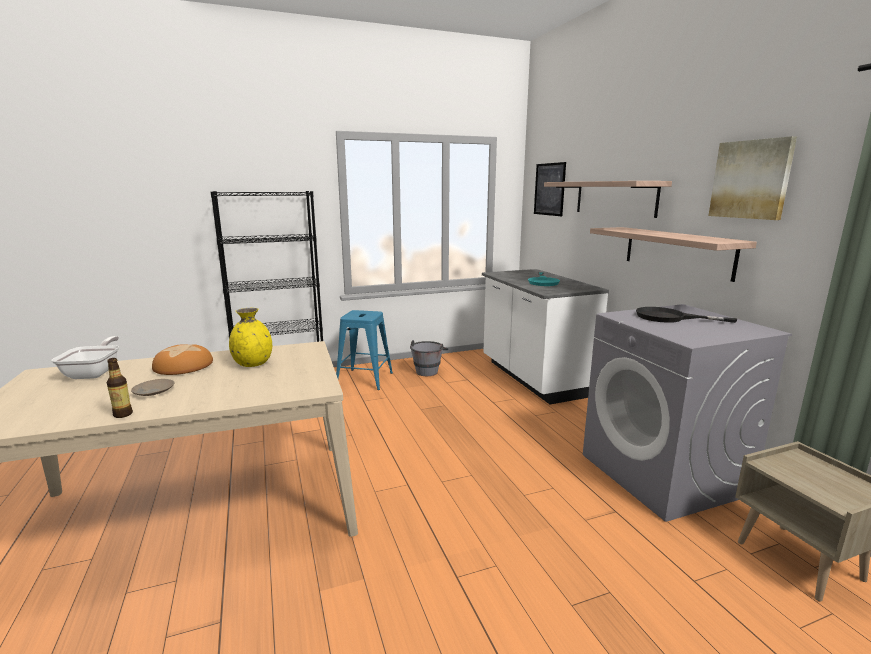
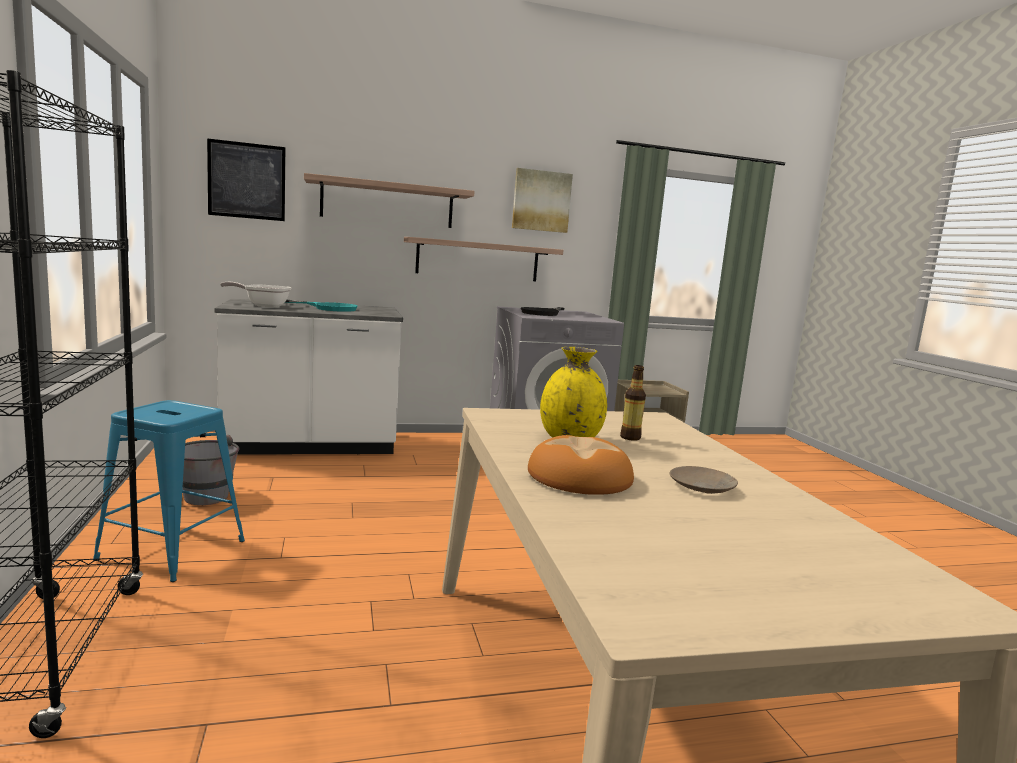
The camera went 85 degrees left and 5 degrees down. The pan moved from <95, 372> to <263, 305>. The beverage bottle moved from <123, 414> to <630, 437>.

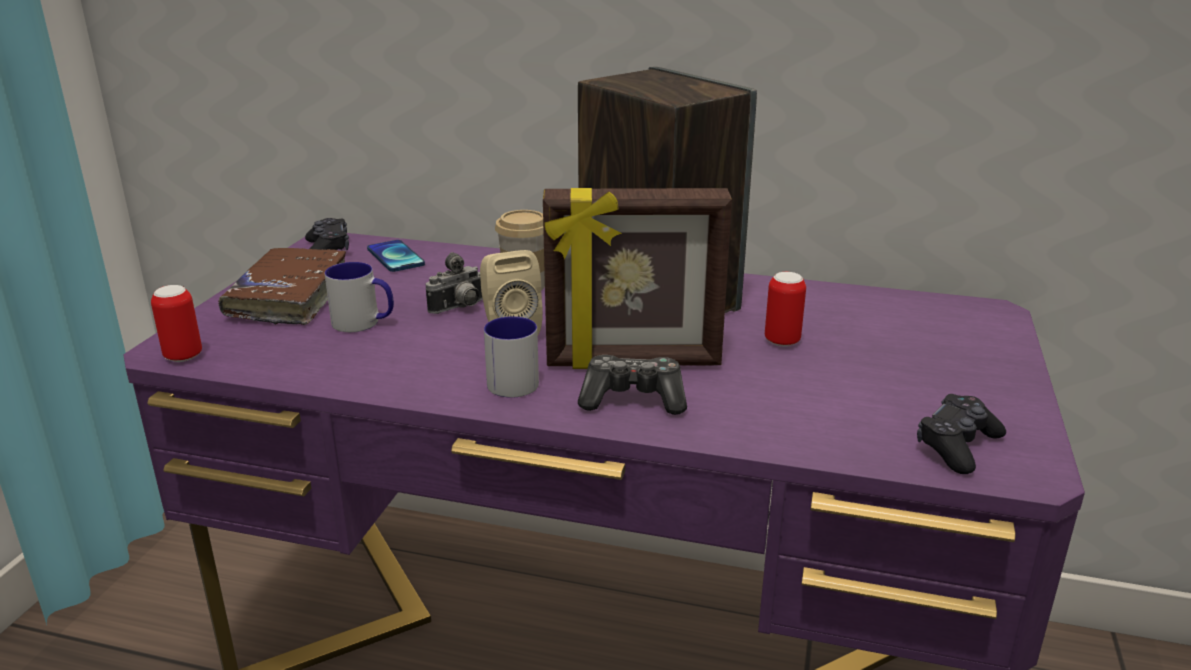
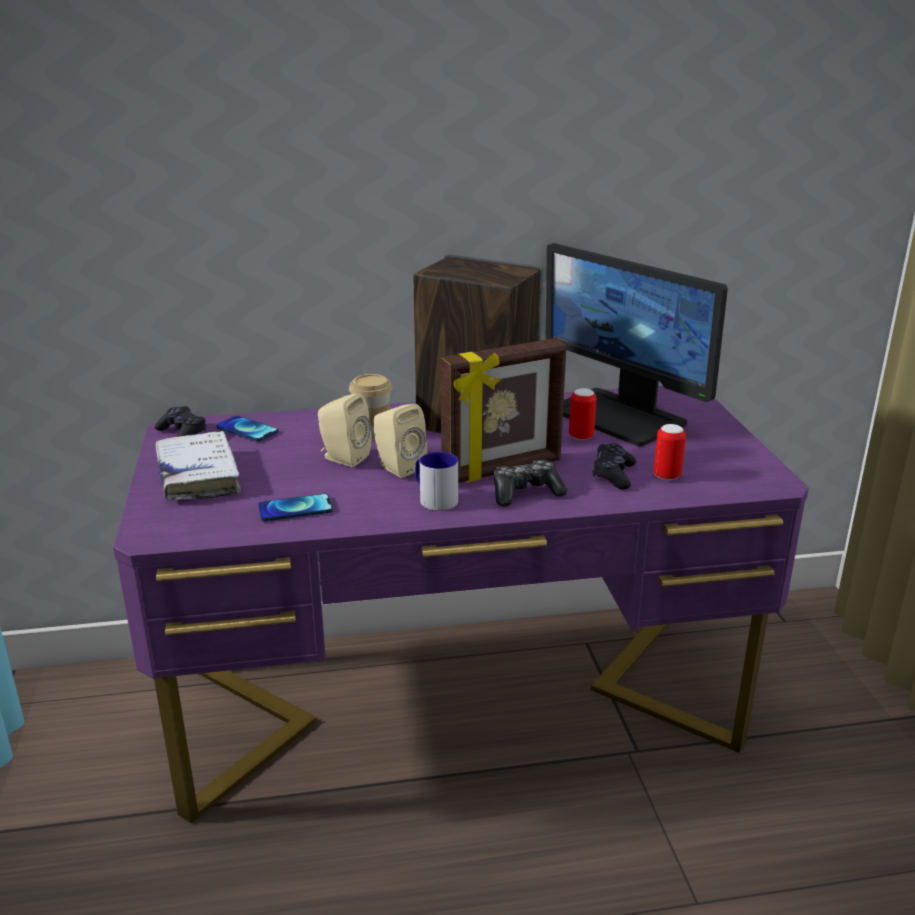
The camera went 25 degrees left and 0 degrees up. The brown book at <289, 297> became the white-coloured book at <198, 476>. The phone at <295, 509> appeared. The photo camera at <460, 308> was replaced by the sand-coloured speaker at <343, 458>. The computer display at <619, 416> appeared. The black gamepad moved from <957, 446> to <613, 475>. The sealed can moved from <183, 356> to <667, 476>. The mug at <364, 323> disappeared.

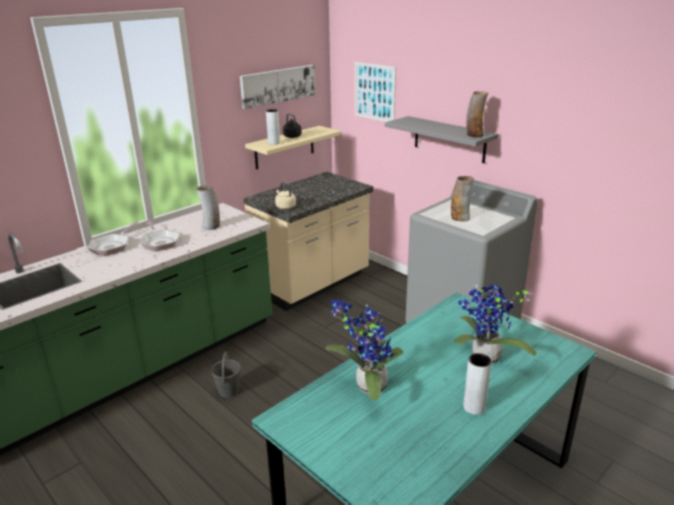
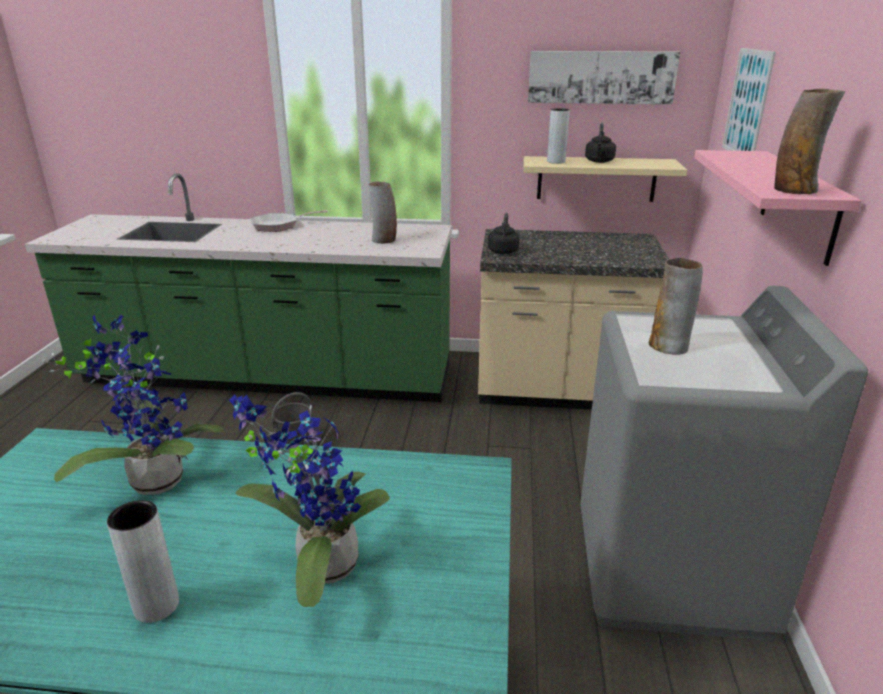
The camera went 50 degrees right and 0 degrees up. The sand-coloured kettle at <285, 207> became the black kettle at <503, 251>. The grey bracket shelf at <449, 139> became the pinkish bracket shelf at <799, 204>. The pan at <159, 242> disappeared.

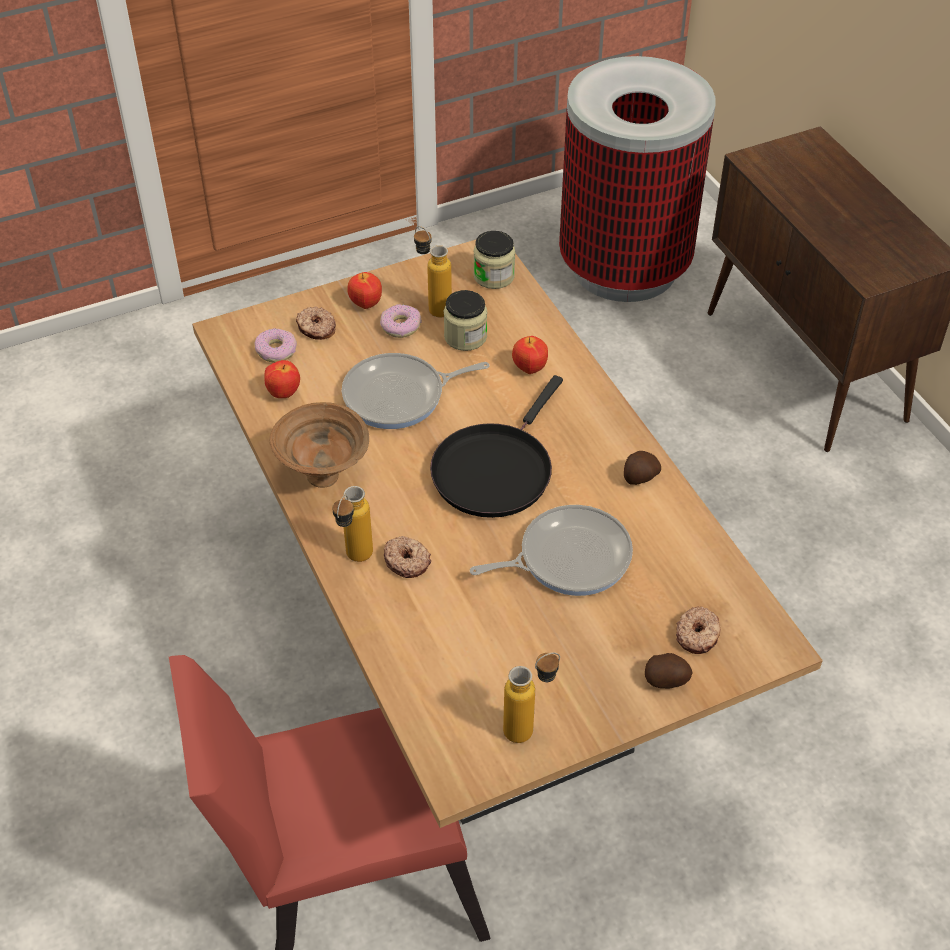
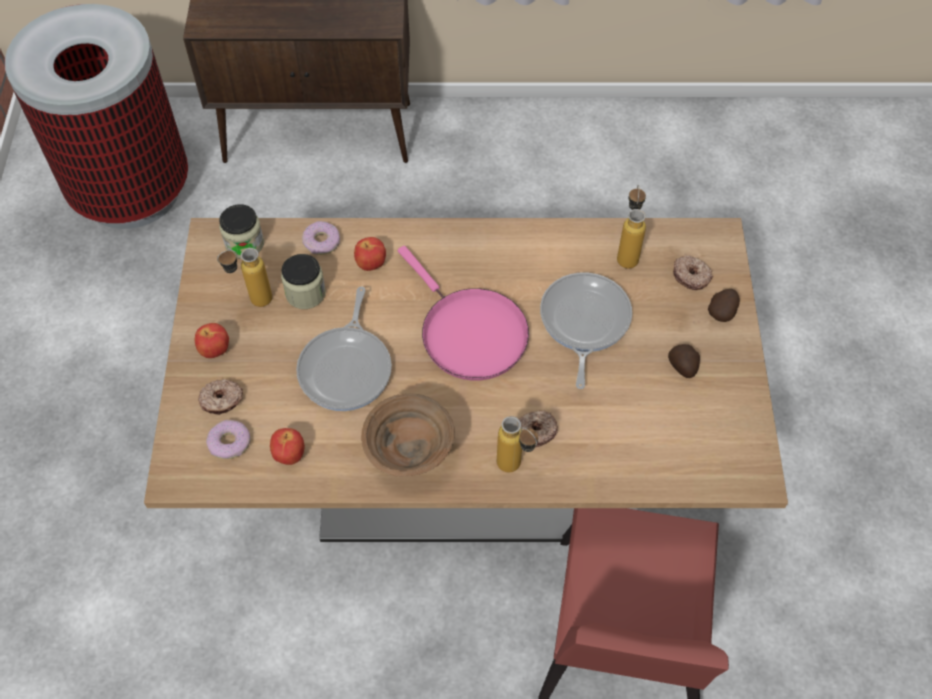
The camera went 65 degrees left and 10 degrees up. The donut moved from <400, 326> to <321, 242>. The black pan at <495, 470> became the pinkish pan at <469, 333>. The beverage bottle moved from <529, 727> to <627, 253>. The spud moved from <639, 477> to <683, 367>.

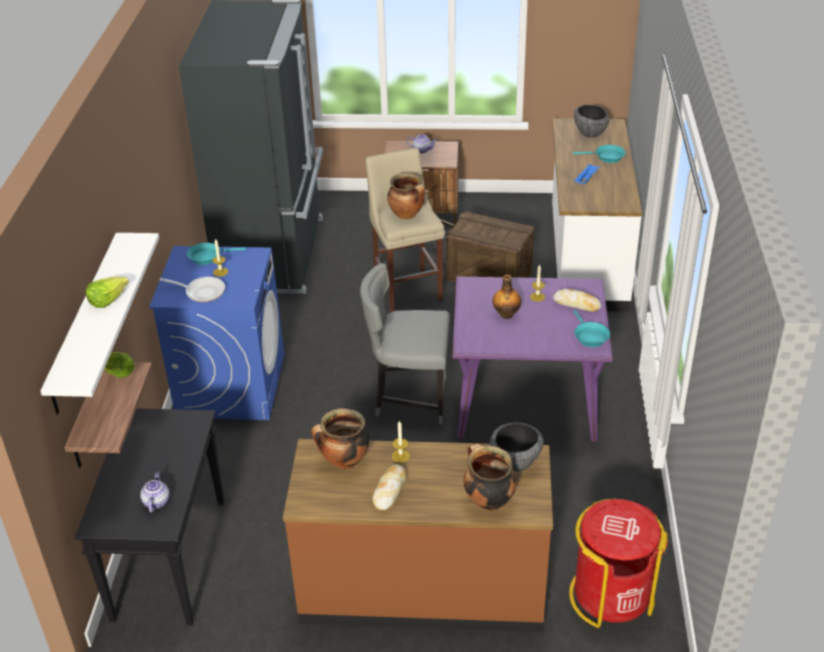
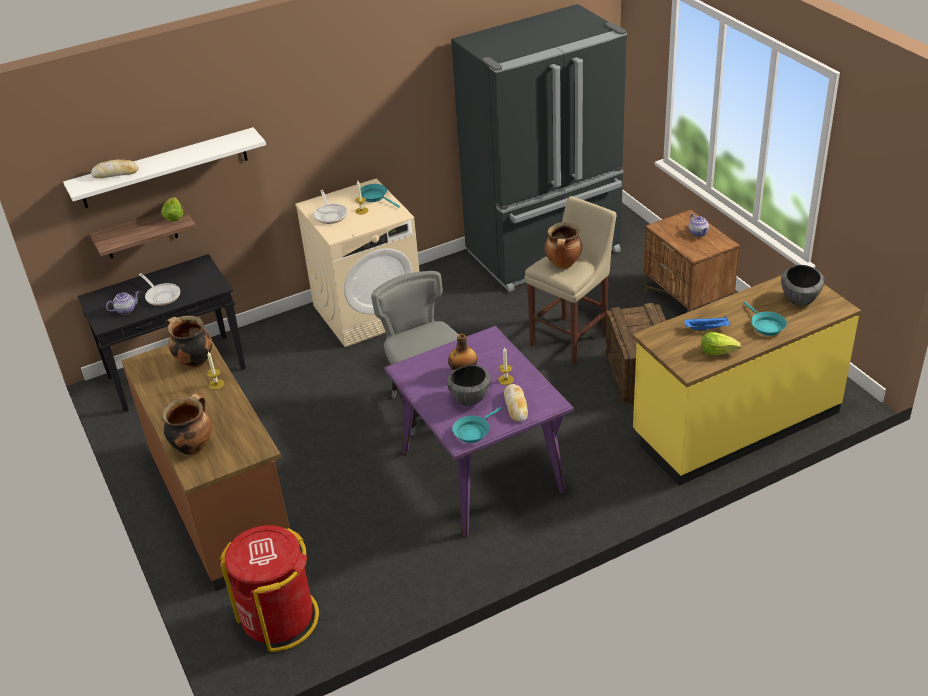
The camera went 60 degrees right and 0 degrees up. The bread moved from <390, 490> to <116, 173>. The pan at <162, 295> appeared. The bluish laundry appliance at <231, 385> became the sand-coloured laundry appliance at <368, 311>. The bowl moved from <515, 463> to <469, 399>. The white-coloured kitchen counter at <585, 259> became the yellowish kitchen counter at <735, 424>. The head of lettuce moved from <107, 300> to <718, 351>.

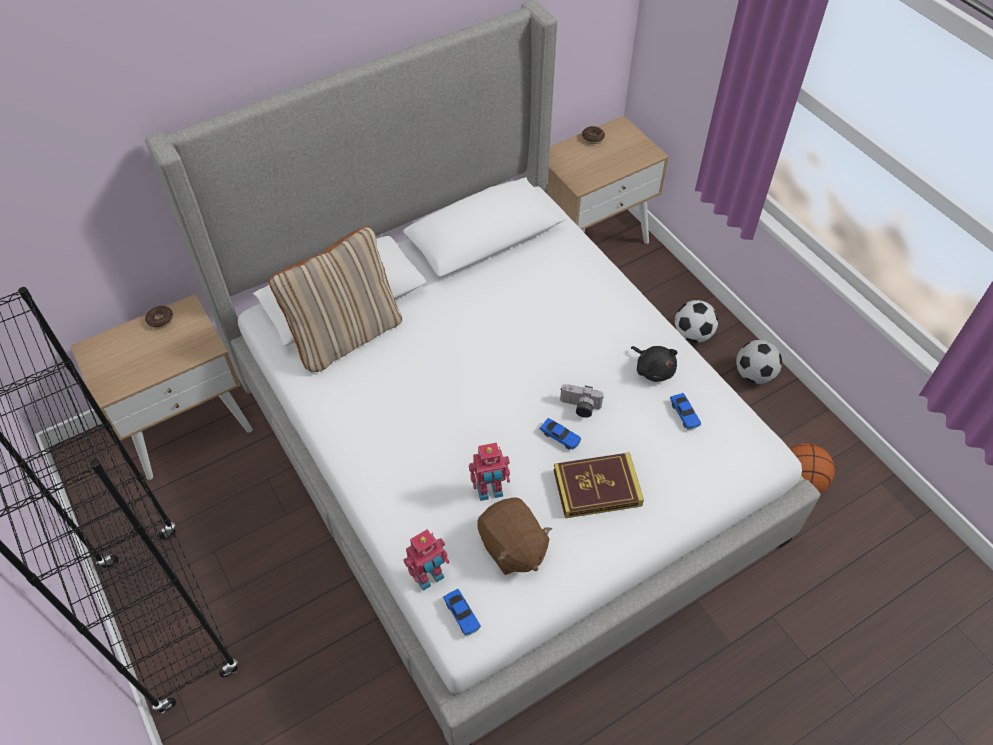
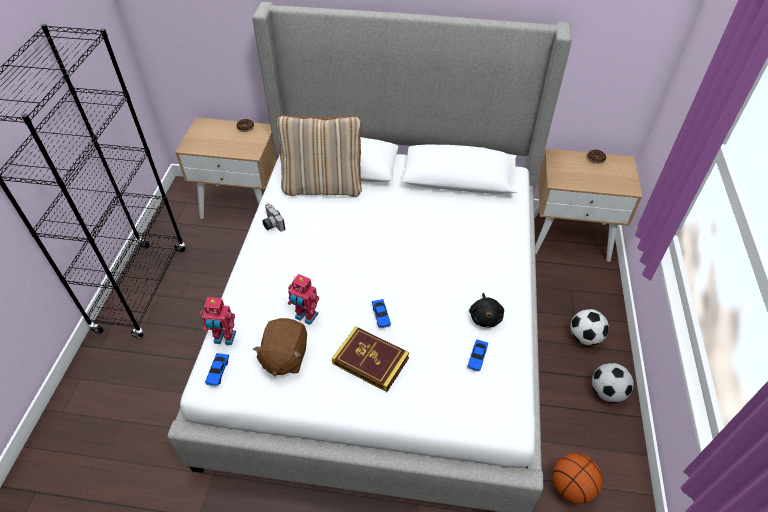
The camera went 40 degrees right and 5 degrees down. The photo camera moved from <579, 407> to <271, 224>.

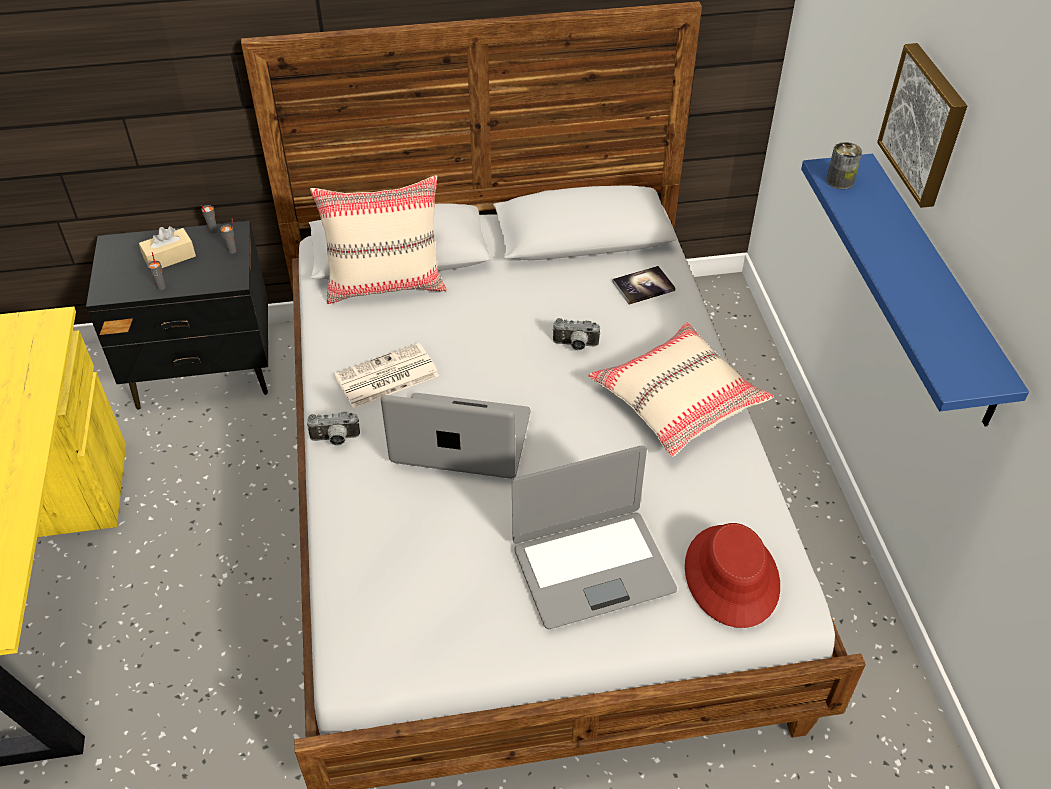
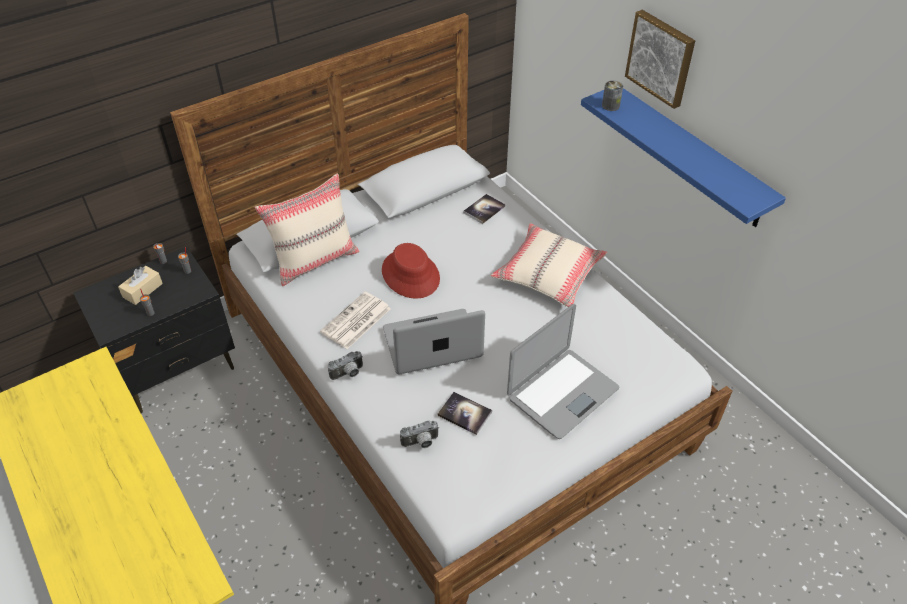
The camera went 25 degrees left and 0 degrees up. The reddish wearable hat moved from <732, 576> to <411, 274>. The photo camera moved from <575, 345> to <421, 443>. The book at <464, 414> appeared.

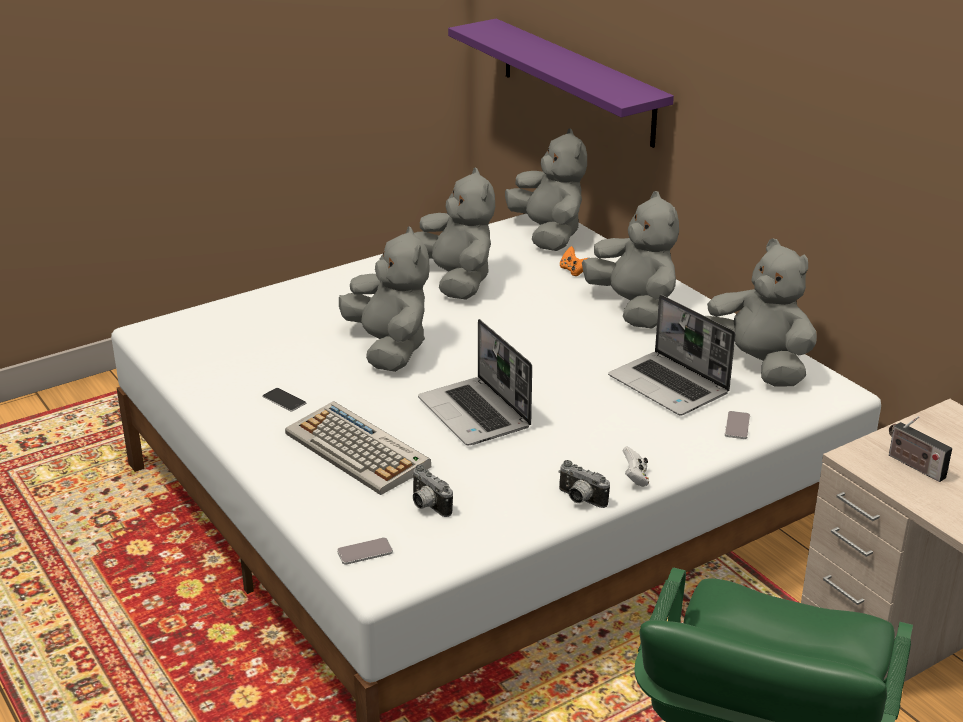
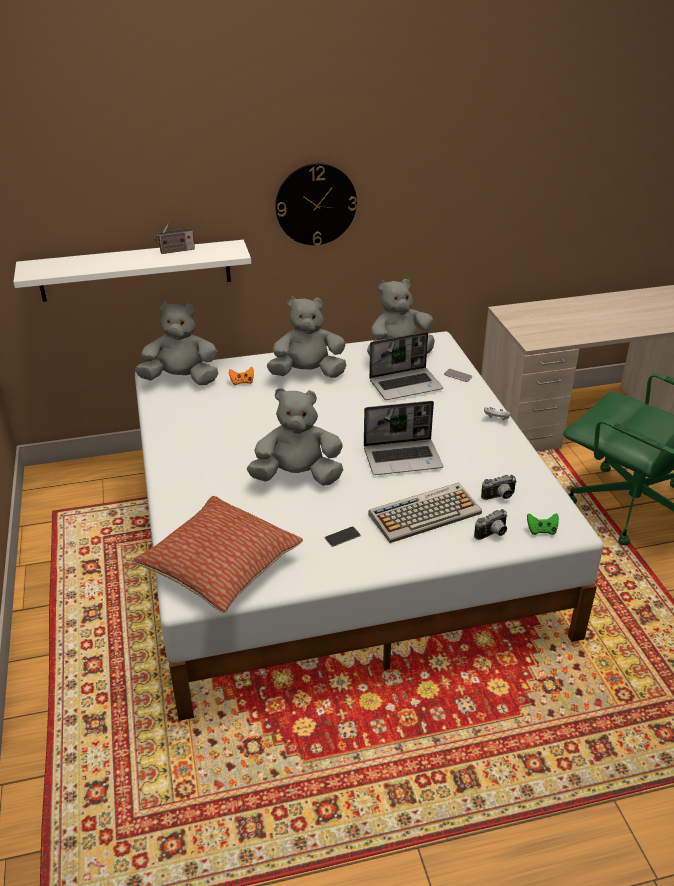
The camera went 70 degrees left and 5 degrees up. The purplish bracket shelf at <577, 81> became the white-coloured bracket shelf at <135, 270>. The pillow at <220, 566> appeared. The radio receiver moved from <913, 465> to <176, 251>. The hanging clock at <316, 204> appeared. The photo camera moved from <579, 500> to <493, 534>. The phone at <365, 552> was replaced by the green-coloured gamepad at <541, 530>. The grey soft toy at <456, 281> disappeared.

